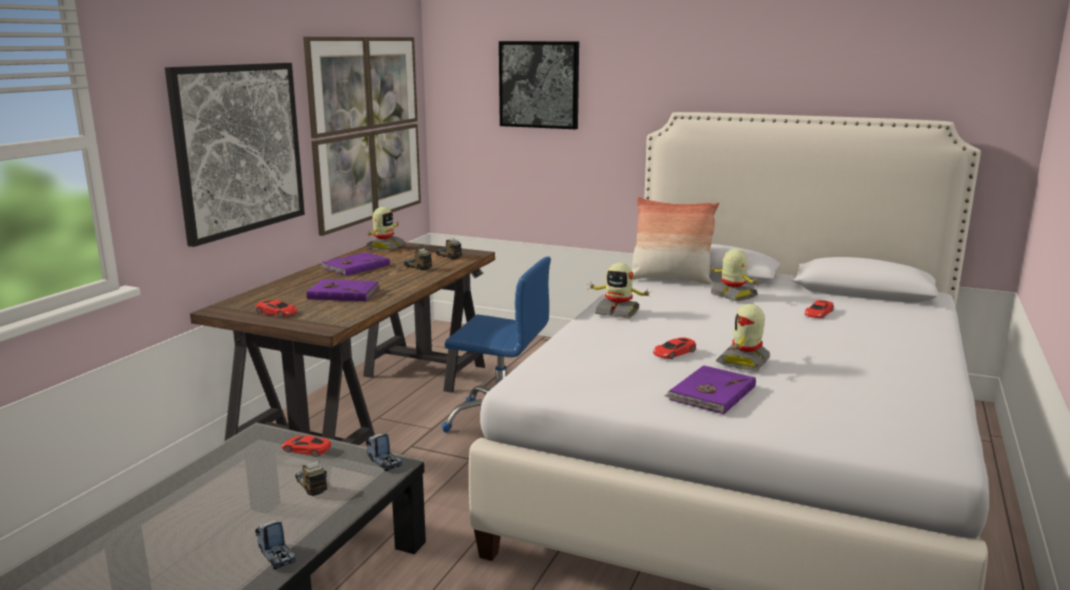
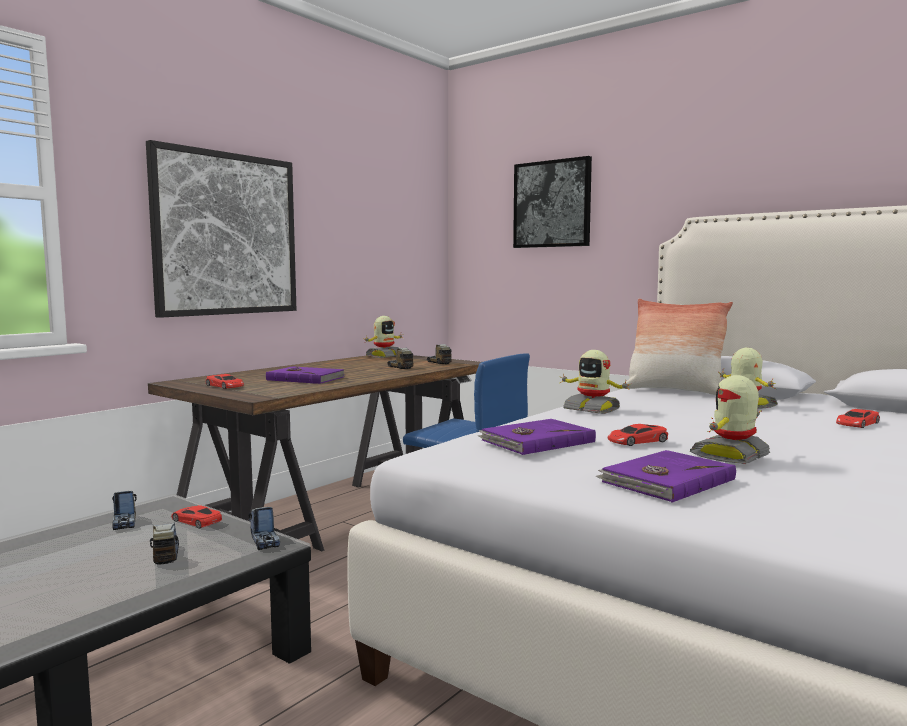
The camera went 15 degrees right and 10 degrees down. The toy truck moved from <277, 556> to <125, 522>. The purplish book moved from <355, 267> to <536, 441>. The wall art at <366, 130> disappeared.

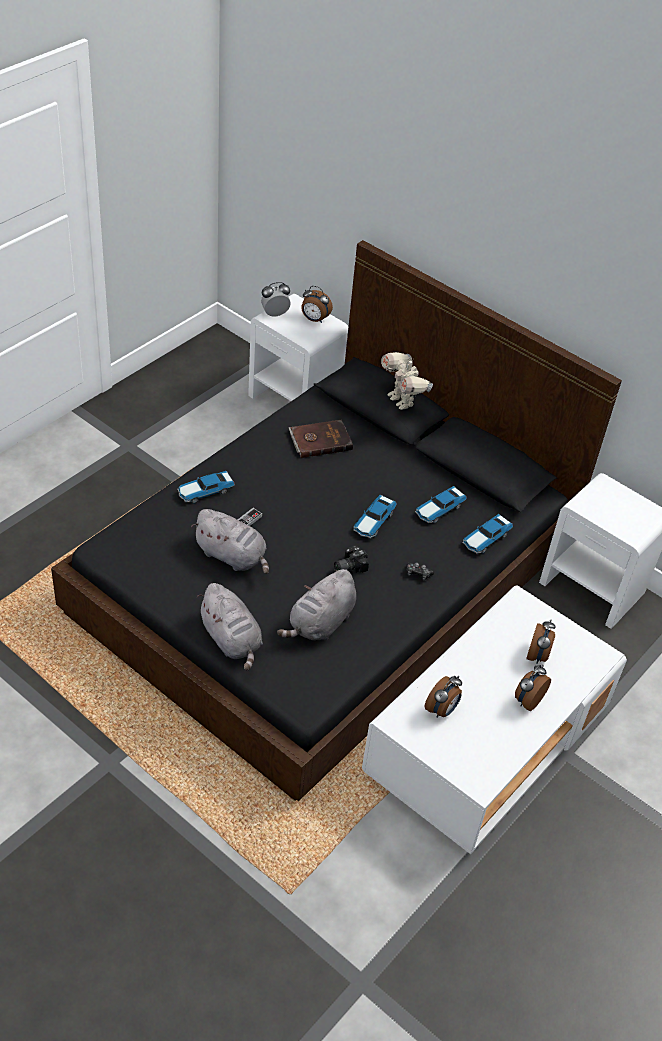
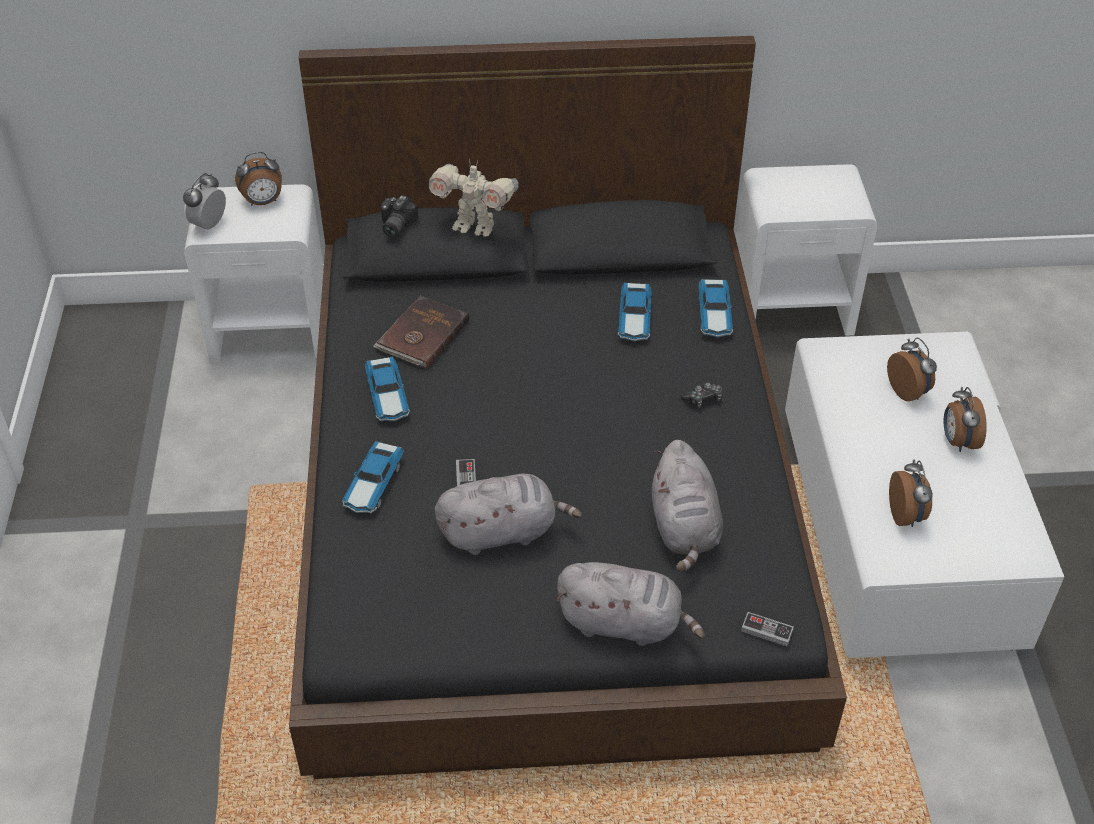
The camera went 40 degrees left and 0 degrees up. The toy car moved from <373, 522> to <387, 397>. The photo camera moved from <348, 566> to <394, 226>. The gamepad at <767, 631> appeared.

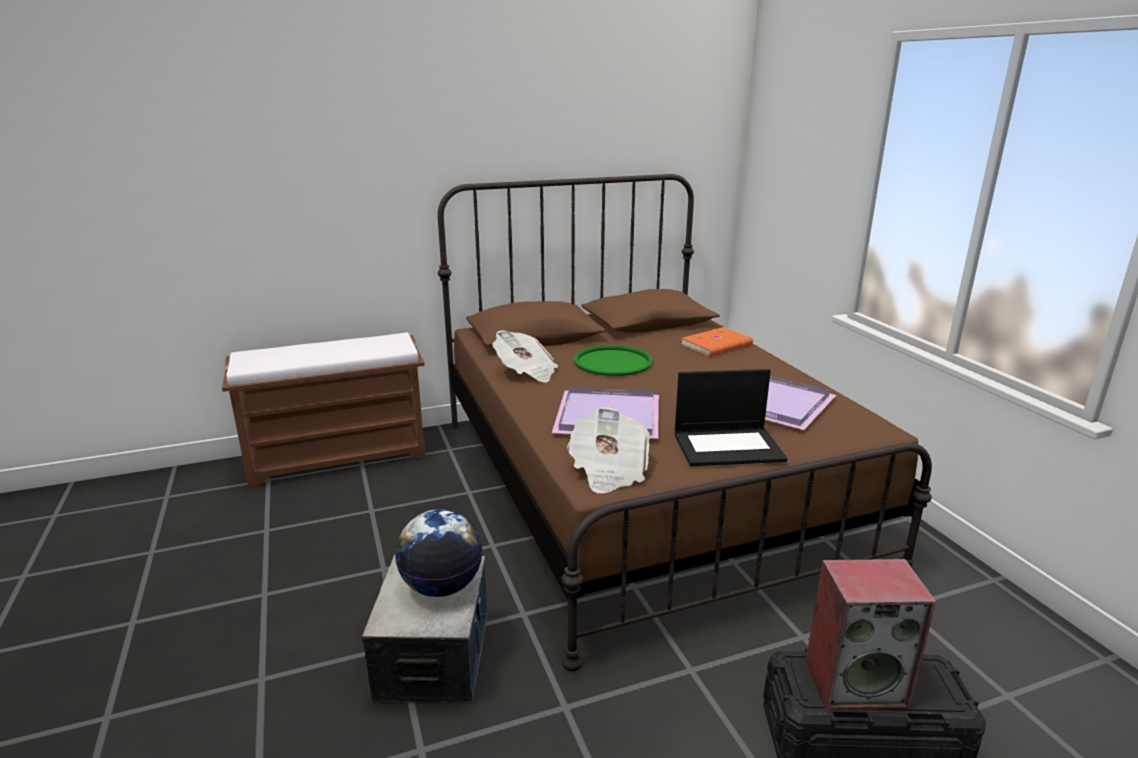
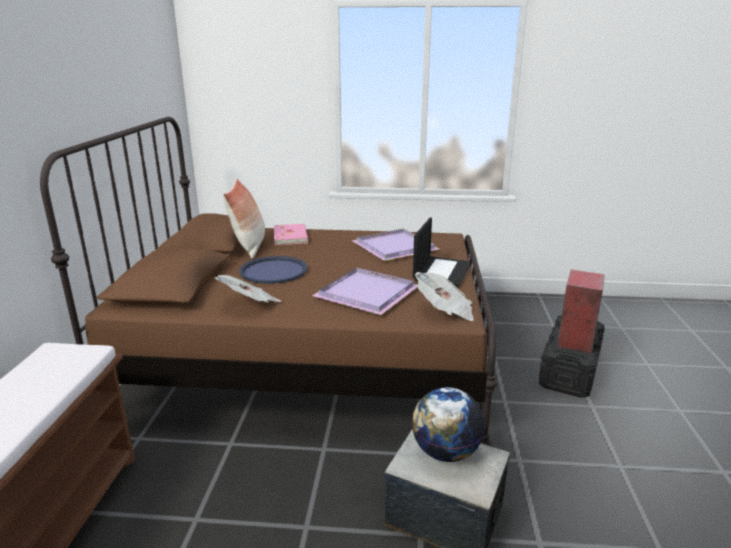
The camera went 65 degrees left and 0 degrees up. The pillow at <249, 247> appeared. The green-coloured carrying tray at <612, 362> became the bluish carrying tray at <273, 271>. The orange-coloured book at <717, 345> became the pinkish book at <291, 236>.

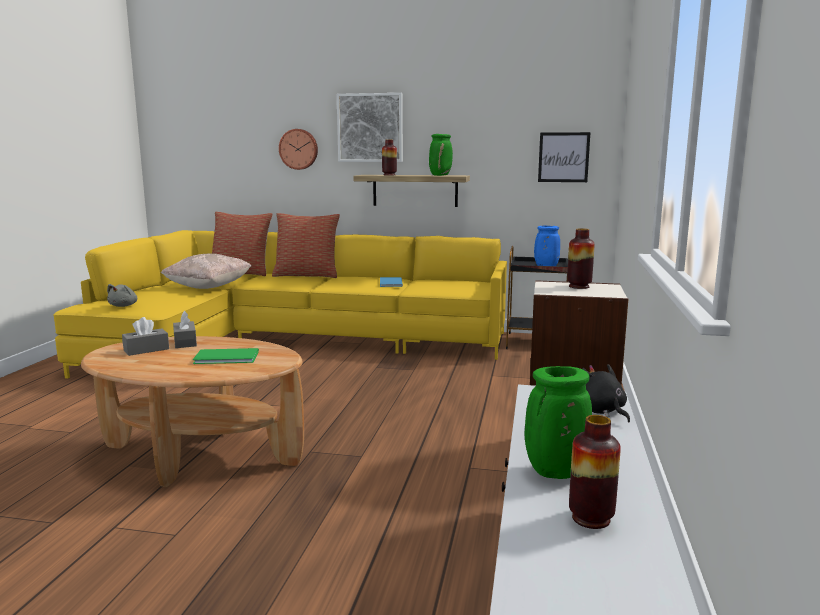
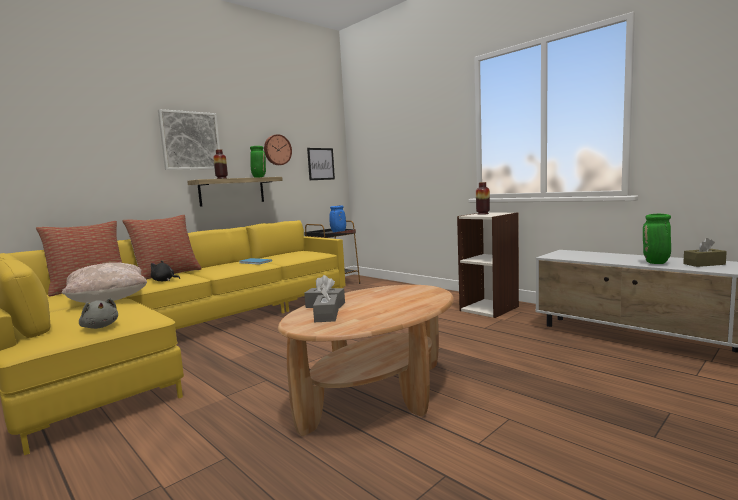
The camera went 55 degrees left and 5 degrees down. The black soft toy moved from <601, 411> to <164, 281>. The hanging clock moved from <299, 149> to <277, 150>. The flower vase at <591, 518> was replaced by the brown tissue holder at <704, 264>. The green-coloured book at <228, 358> disappeared.

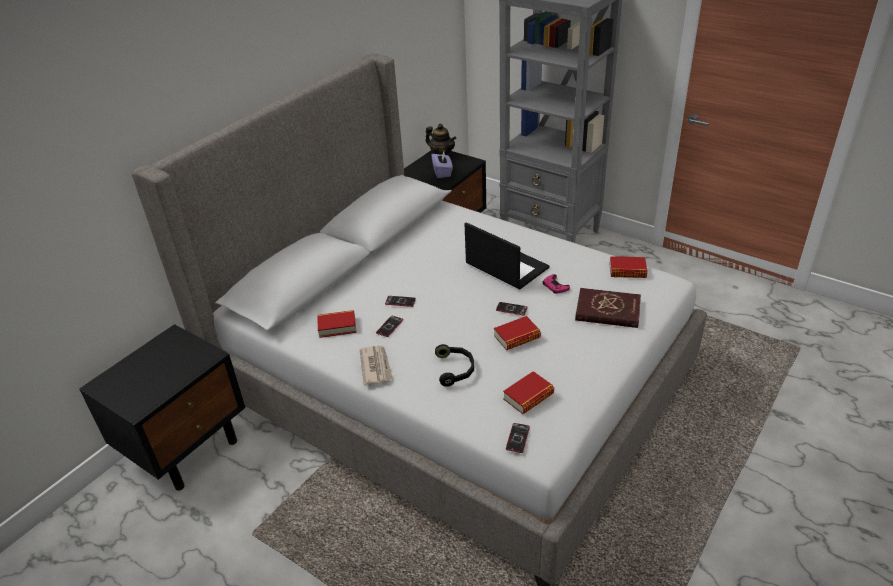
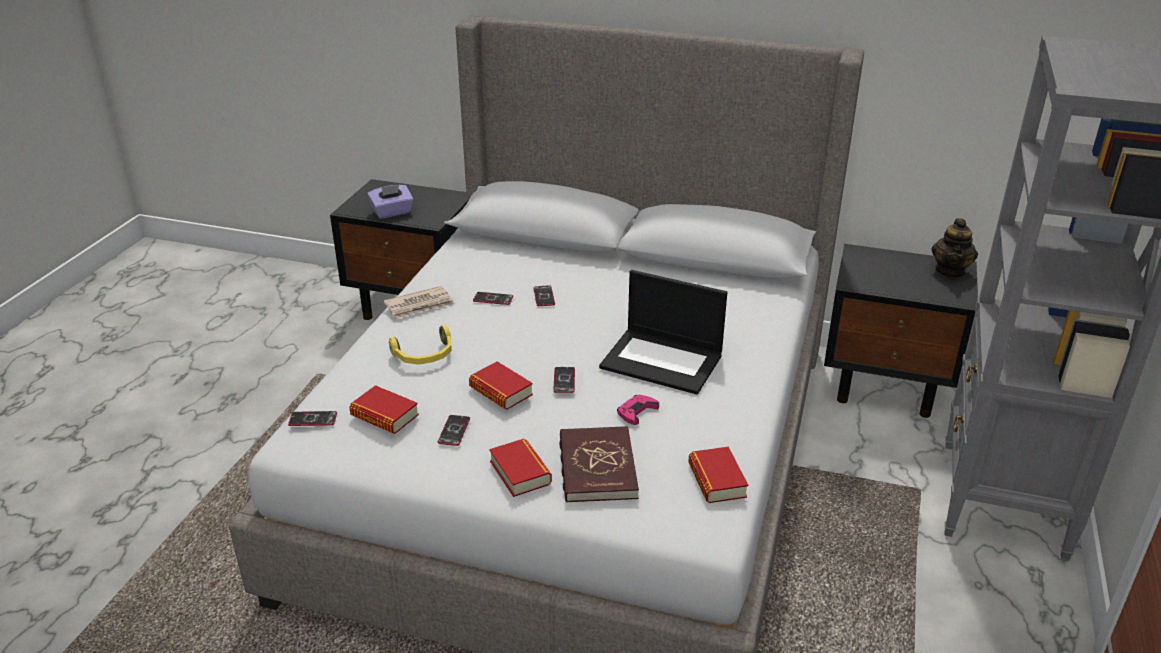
The camera went 70 degrees right and 5 degrees down. The purplish tissue holder moved from <442, 172> to <392, 212>. The black headphones at <455, 369> became the yellowish headphones at <425, 355>. The phone at <454, 431> appeared. The book moved from <337, 327> to <520, 472>. The laptop at <505, 266> turned 90 degrees clockwise.

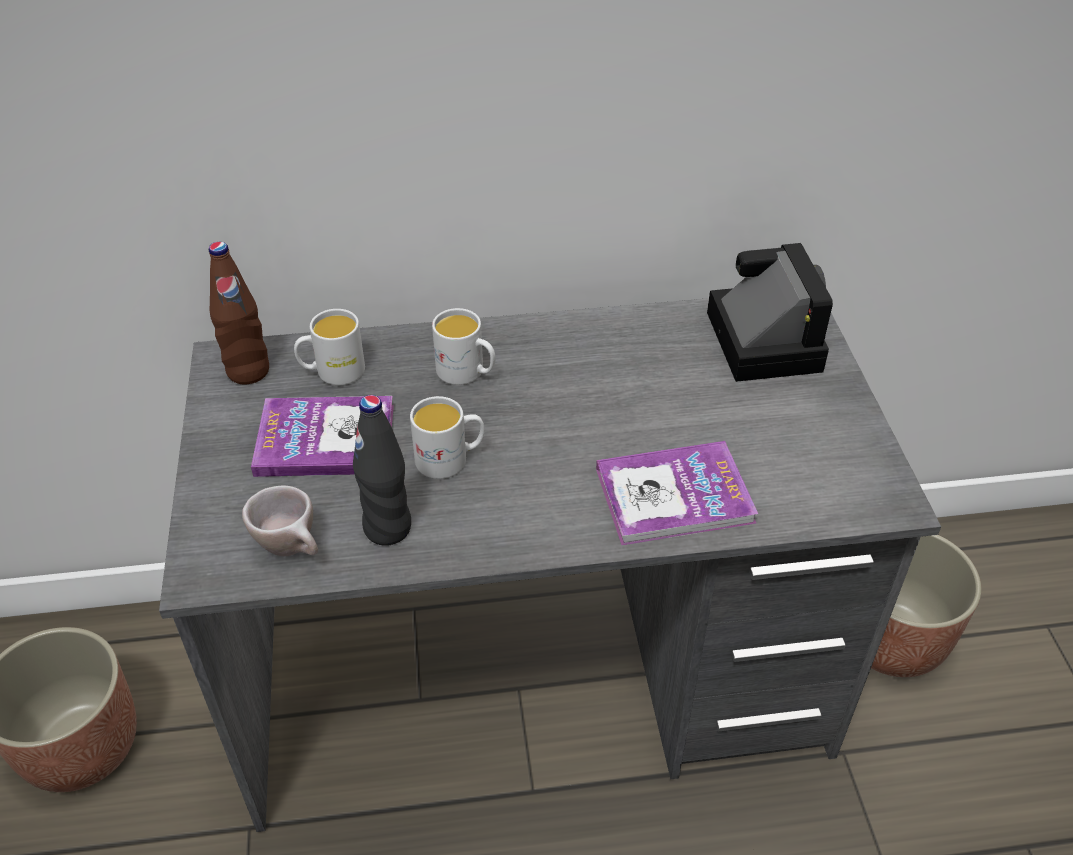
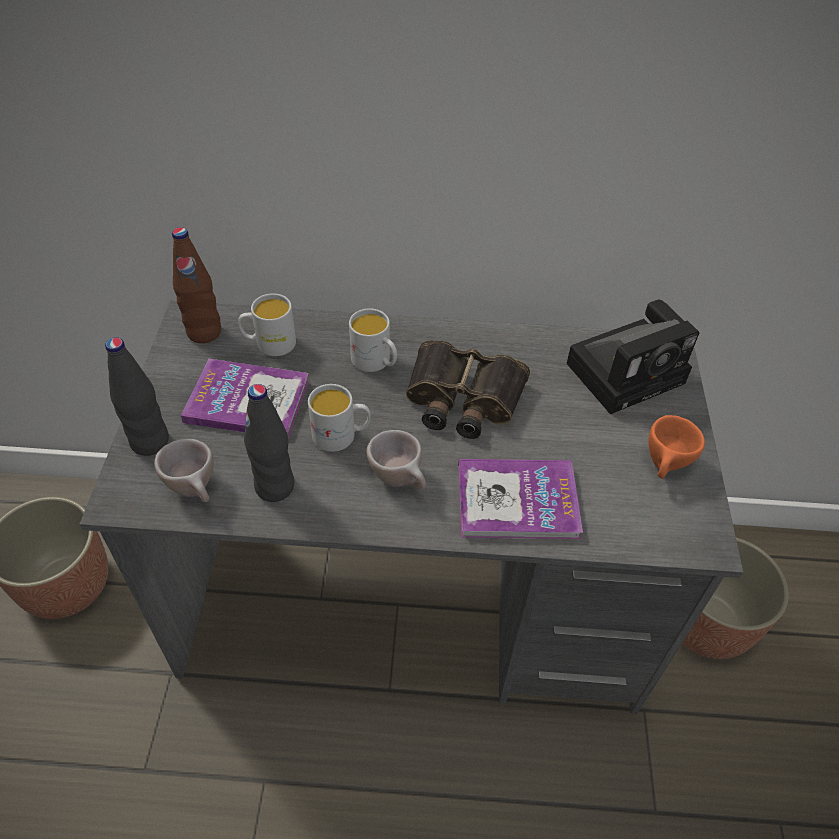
The camera went 10 degrees right and 5 degrees up. The black beverage bottle at <150, 442> appeared. The sand-coloured drinking cup at <400, 480> appeared. The field glasses at <462, 399> appeared. The photo camera at <760, 338> turned 60 degrees clockwise. The orange-coloured drinking cup at <665, 467> appeared.

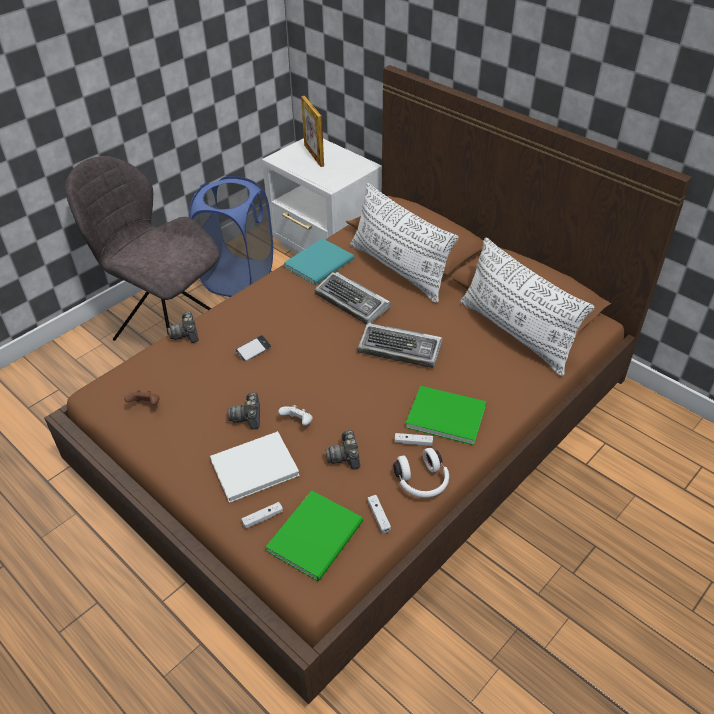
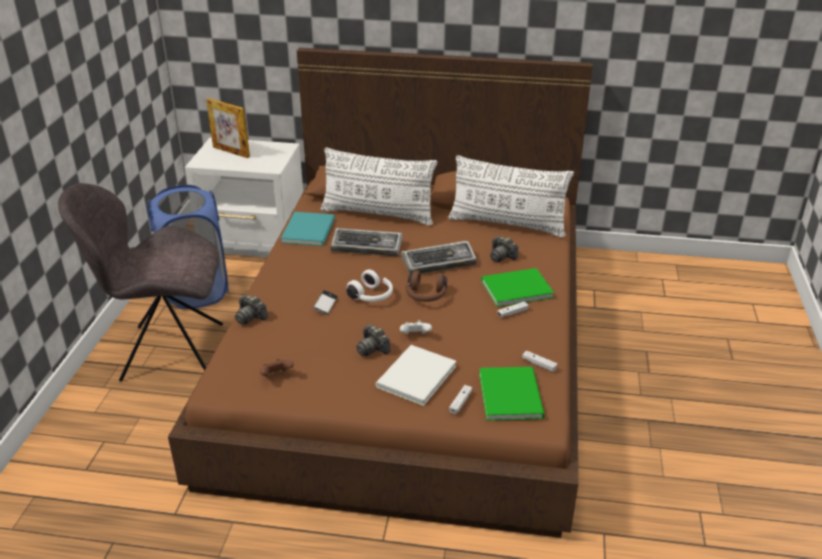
The camera went 35 degrees left and 10 degrees down. The white-coloured headphones moved from <422, 482> to <372, 296>. The brown headphones at <426, 296> appeared. The photo camera moved from <345, 456> to <502, 256>.

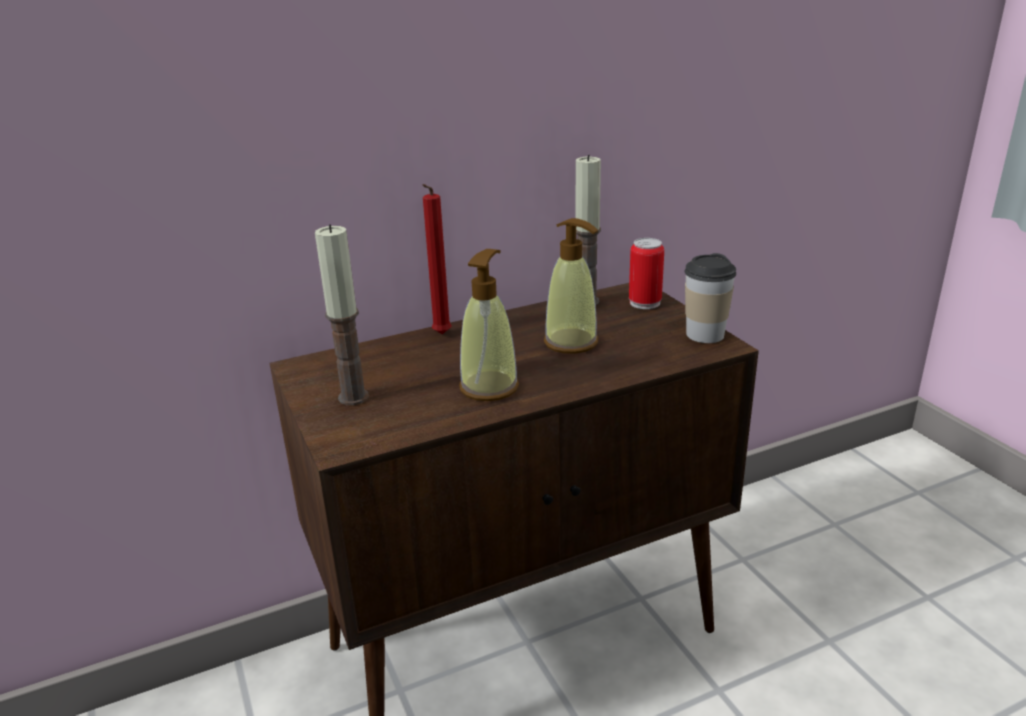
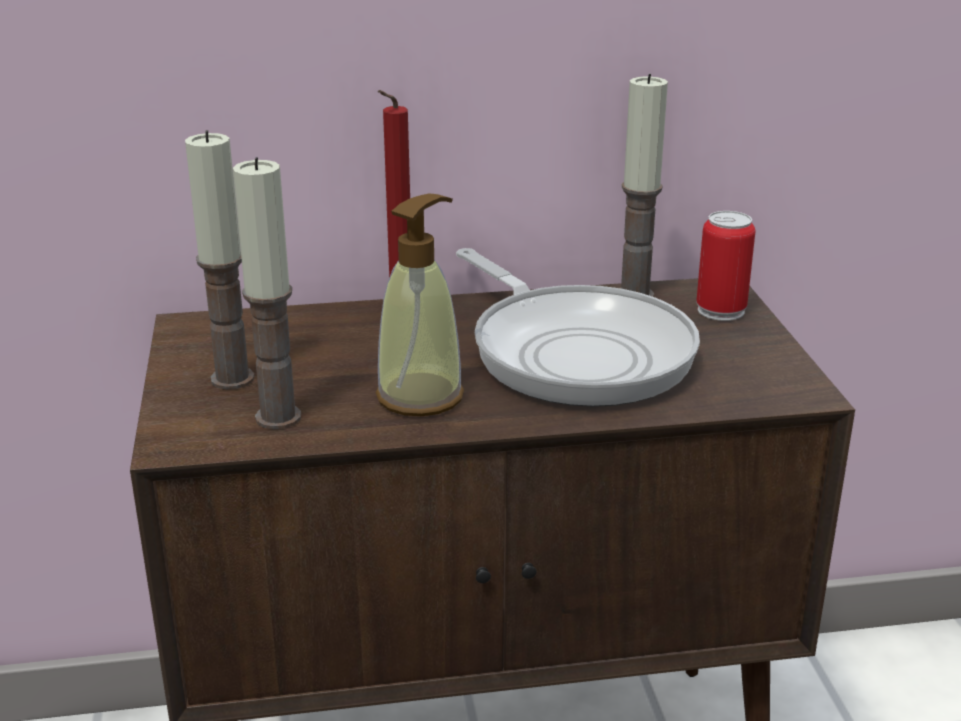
The camera went 15 degrees right and 0 degrees up. The wax candle at <278, 417> appeared. The soap bottle at <571, 342> was replaced by the pan at <575, 352>. The drinking cup at <705, 335> disappeared.

